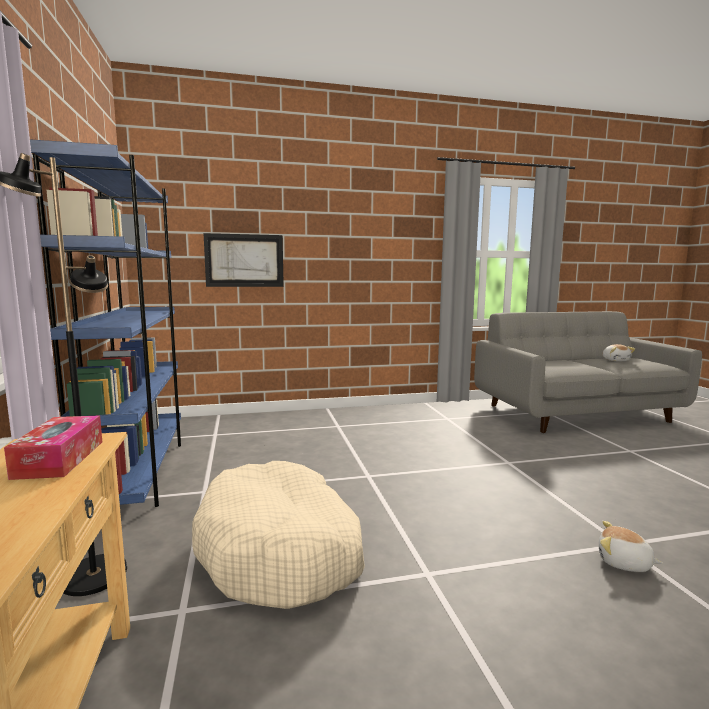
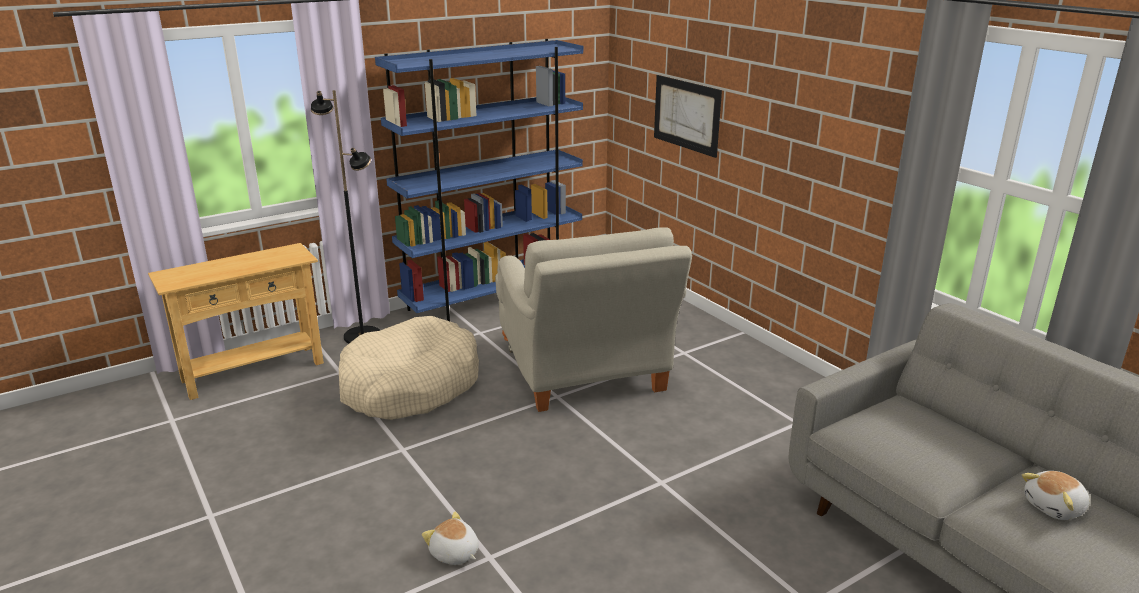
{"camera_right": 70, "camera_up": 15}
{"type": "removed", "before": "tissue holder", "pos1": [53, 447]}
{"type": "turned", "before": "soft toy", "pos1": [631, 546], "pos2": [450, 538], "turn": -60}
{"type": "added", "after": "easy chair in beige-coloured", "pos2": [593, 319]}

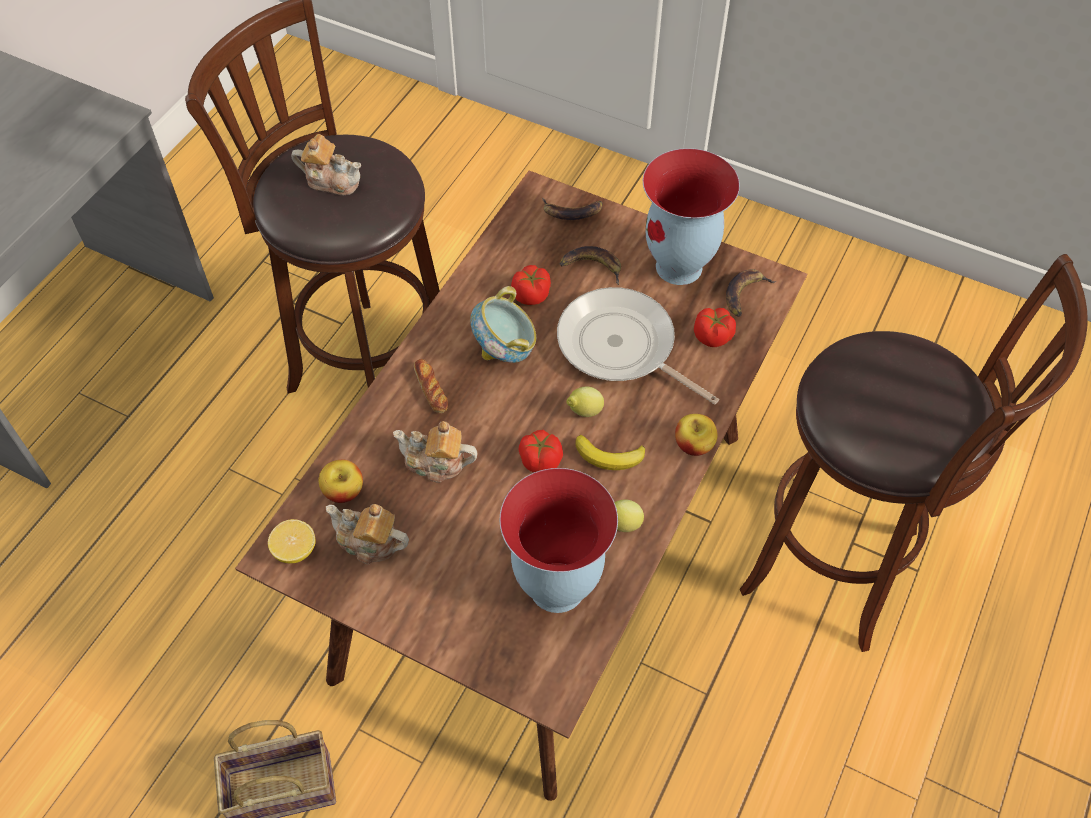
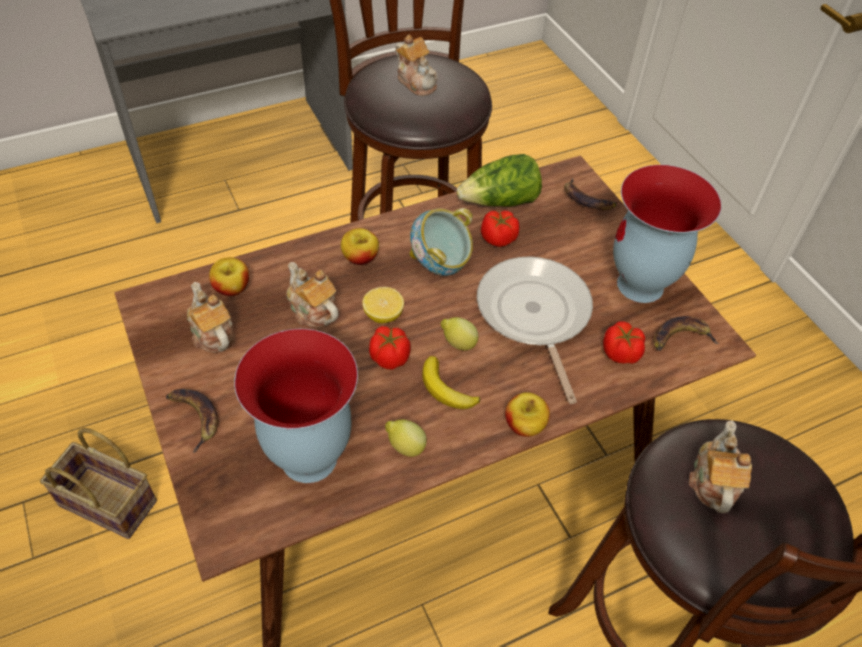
{"camera_right": 35, "camera_up": -5}
{"type": "moved", "before": "banana fruit", "pos1": [590, 265], "pos2": [192, 421]}
{"type": "replaced", "before": "bread", "after": "apple", "pos1": [431, 386], "pos2": [360, 246]}
{"type": "moved", "before": "lemon", "pos1": [292, 541], "pos2": [383, 305]}
{"type": "added", "after": "lettuce head", "pos2": [499, 180]}
{"type": "added", "after": "tea pot", "pos2": [720, 466]}

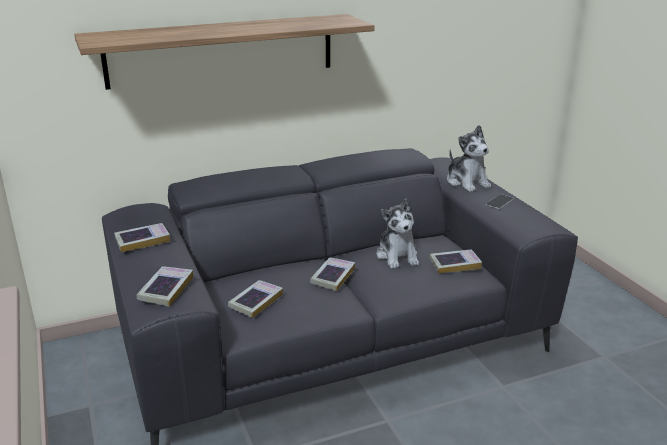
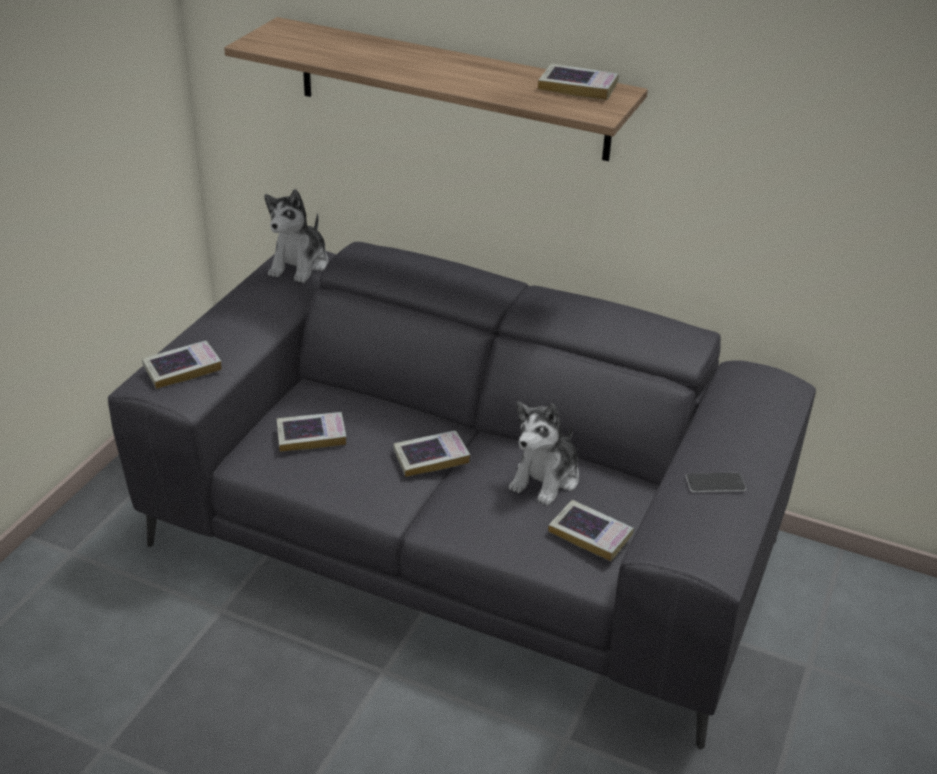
{"camera_right": 45, "camera_up": 10}
{"type": "moved", "before": "soft toy", "pos1": [469, 158], "pos2": [297, 236]}
{"type": "moved", "before": "bound book", "pos1": [142, 237], "pos2": [578, 81]}

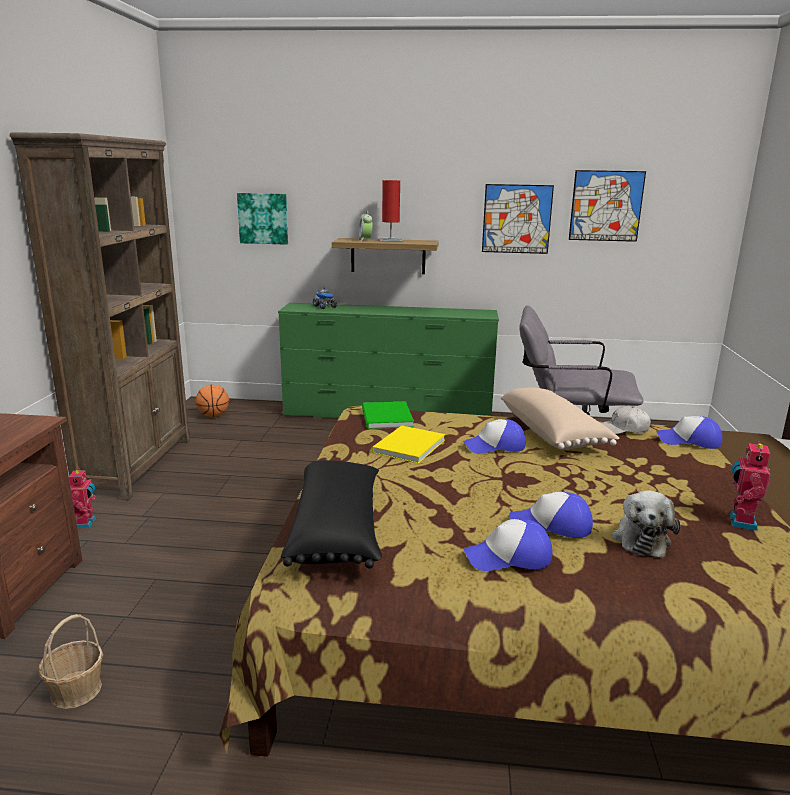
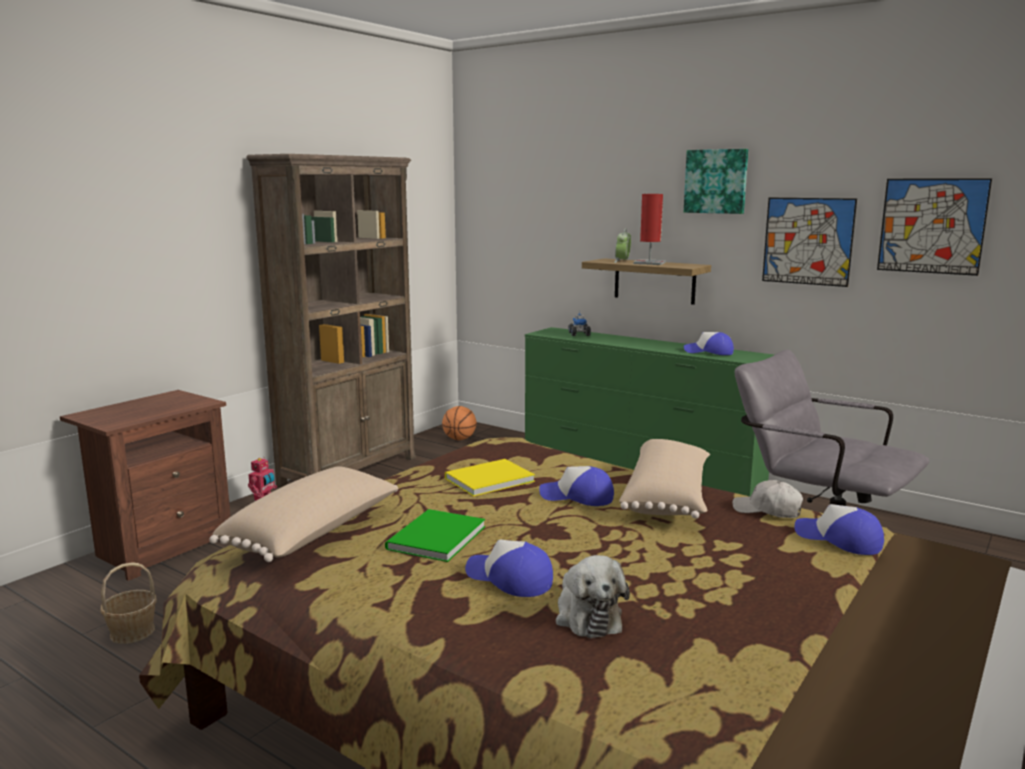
{"camera_right": 30, "camera_up": -5}
{"type": "moved", "before": "wall picture", "pos1": [262, 219], "pos2": [716, 181]}
{"type": "moved", "before": "bound book in green", "pos1": [388, 415], "pos2": [435, 535]}
{"type": "removed", "before": "robot figure", "pos1": [749, 486]}
{"type": "recoloured", "before": "cushion in black-coloured", "after": "cushion in beige-coloured", "pos1": [331, 514], "pos2": [304, 514]}
{"type": "turned", "before": "soft toy", "pos1": [646, 524], "pos2": [593, 596], "turn": -60}
{"type": "moved", "before": "cap", "pos1": [508, 545], "pos2": [709, 343]}

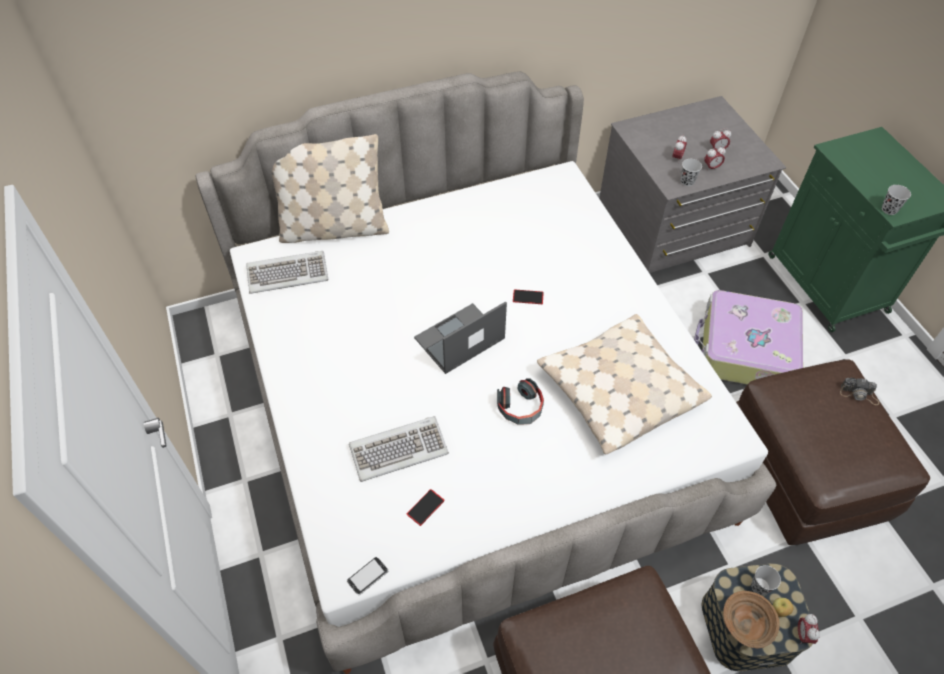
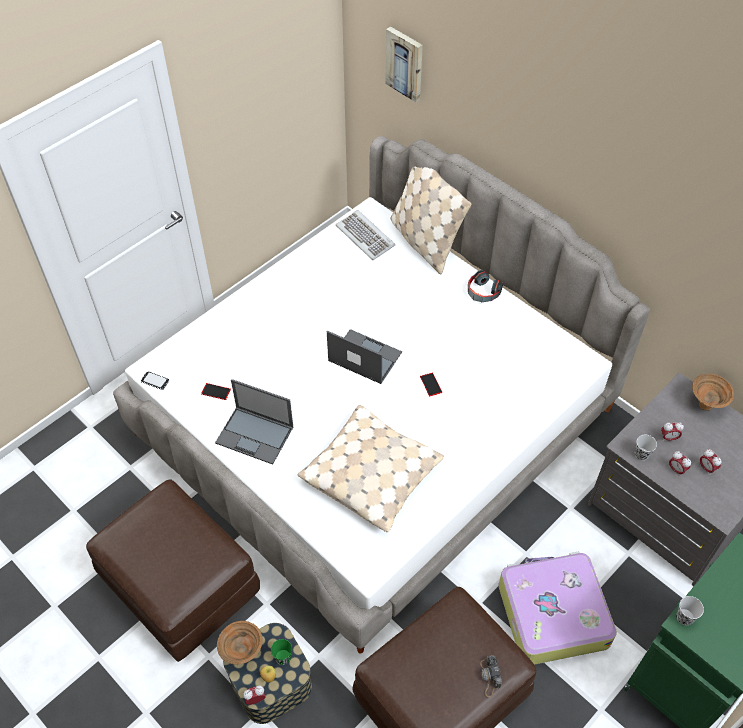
{"camera_right": 65, "camera_up": 0}
{"type": "moved", "before": "headphones", "pos1": [520, 401], "pos2": [485, 286]}
{"type": "removed", "before": "PC keyboard", "pos1": [399, 449]}
{"type": "recoloured", "before": "drinking cup in black-coloured", "after": "drinking cup in green", "pos1": [766, 580], "pos2": [281, 652]}
{"type": "added", "after": "wall picture", "pos2": [404, 64]}
{"type": "added", "after": "bowl in brown", "pos2": [713, 392]}
{"type": "added", "after": "laptop", "pos2": [254, 422]}

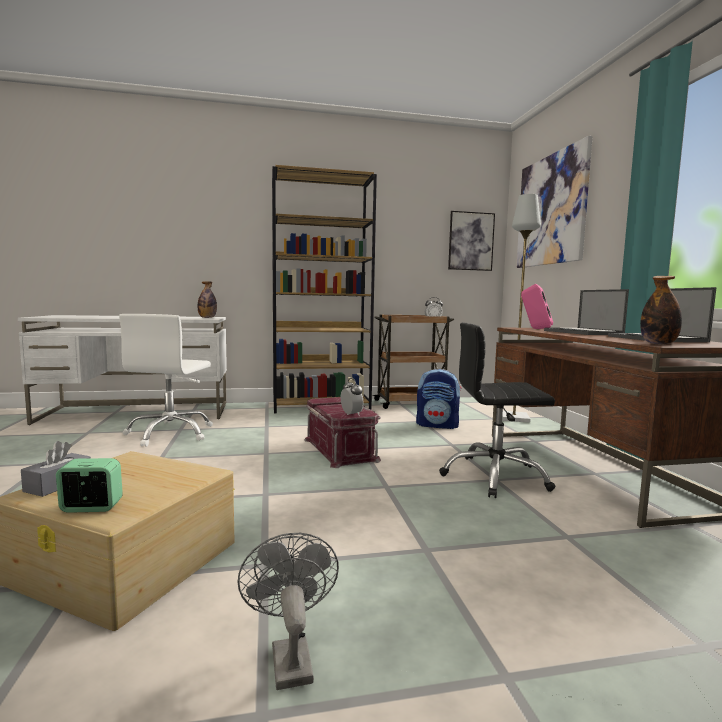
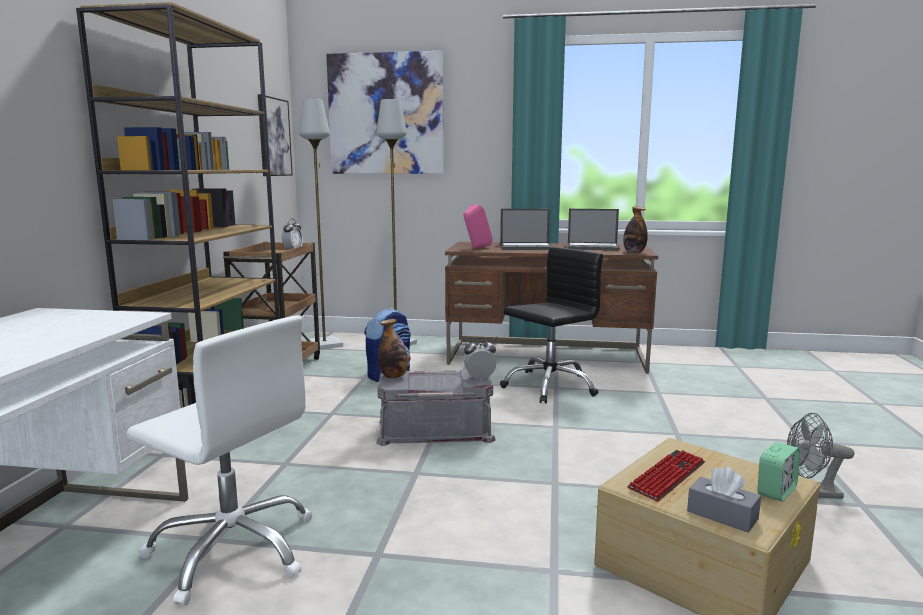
{"camera_right": -70, "camera_up": 5}
{"type": "moved", "before": "drink bottle", "pos1": [207, 299], "pos2": [393, 348]}
{"type": "turned", "before": "desk chair in black-coloured", "pos1": [497, 410], "pos2": [551, 325], "turn": -150}
{"type": "recoloured", "before": "storage container in reddish", "after": "storage container in grey", "pos1": [342, 432], "pos2": [436, 408]}
{"type": "turned", "before": "alarm clock", "pos1": [89, 485], "pos2": [779, 472], "turn": -150}
{"type": "added", "after": "standing lamp in grey", "pos2": [321, 224]}
{"type": "added", "after": "PC keyboard", "pos2": [666, 476]}

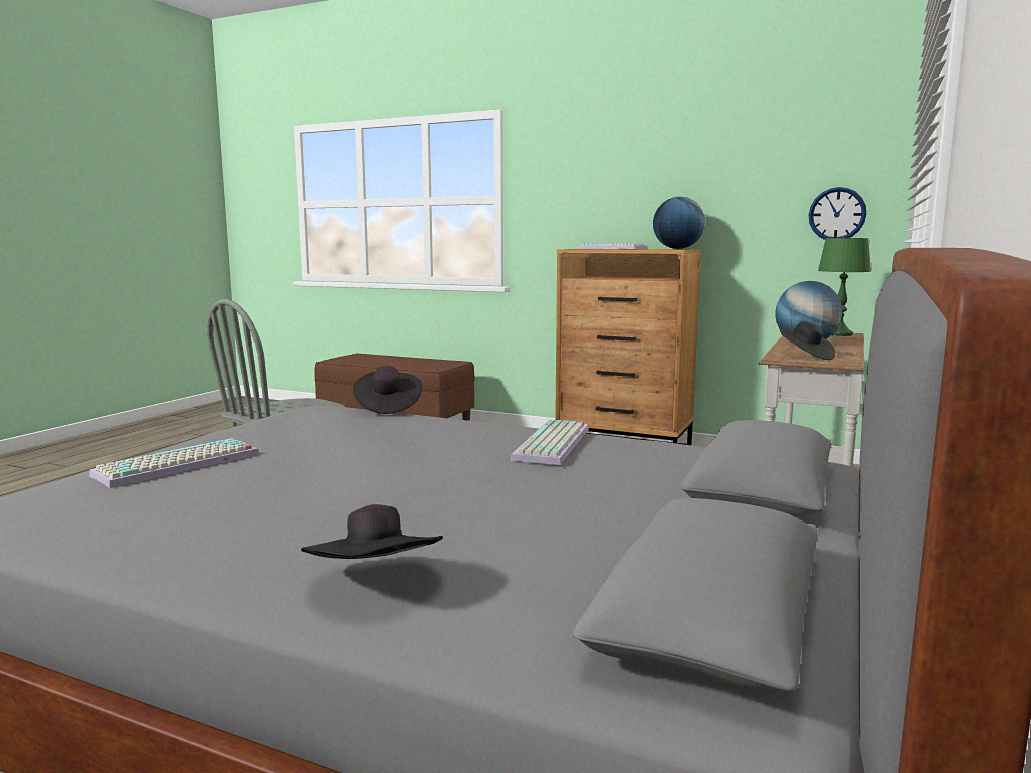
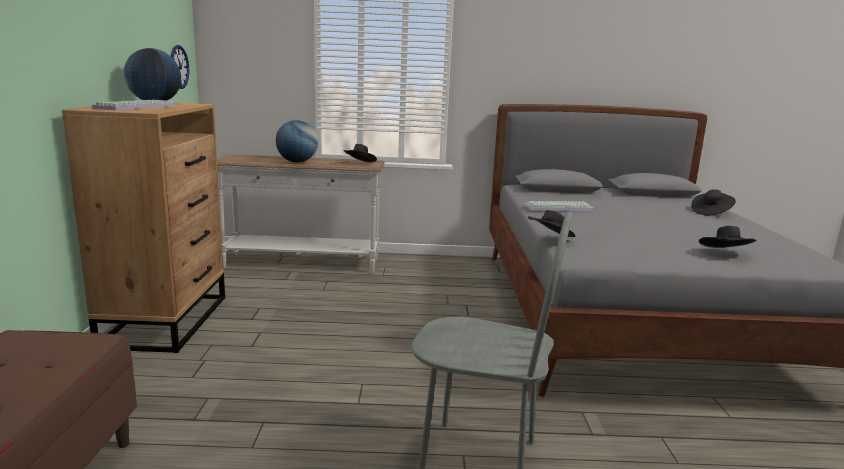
{"camera_right": -115, "camera_up": 5}
{"type": "removed", "before": "lamp for a table in green", "pos1": [844, 287]}
{"type": "replaced", "before": "PC keyboard", "after": "wearable hat in black-coloured", "pos1": [174, 463], "pos2": [728, 237]}

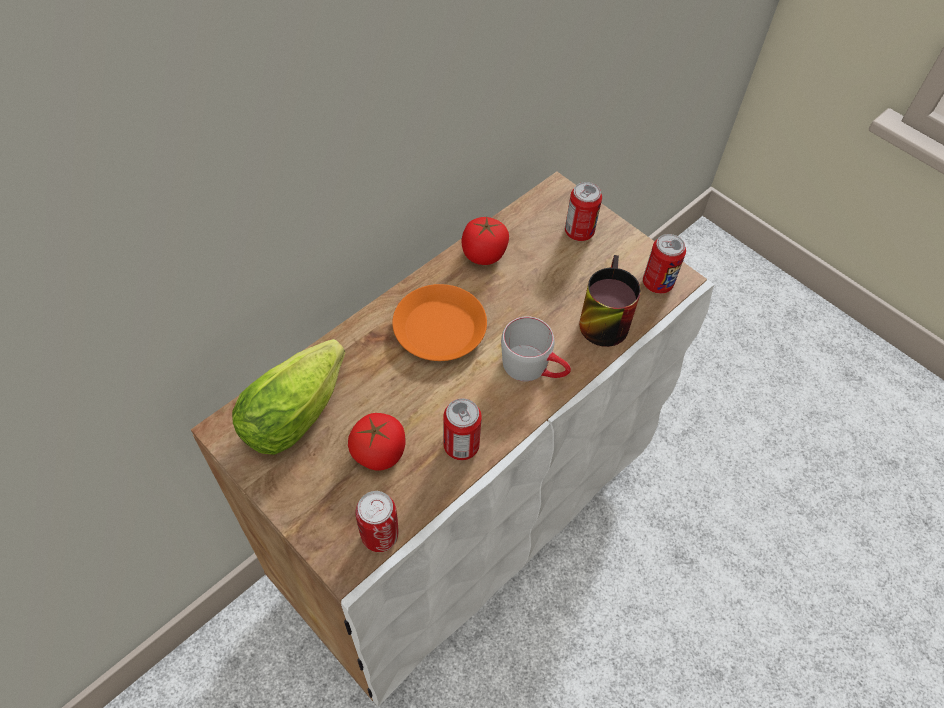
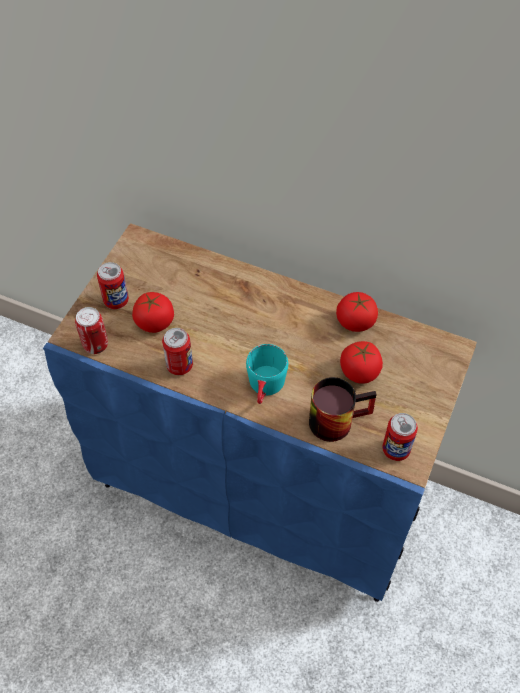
{"camera_right": 70, "camera_up": 0}
{"type": "recoloured", "before": "cabinet in white-coloured", "after": "cabinet in blue", "pos1": [452, 439], "pos2": [260, 412]}
{"type": "moved", "before": "metal can", "pos1": [583, 211], "pos2": [113, 285]}
{"type": "removed", "before": "plate in orangey", "pos1": [439, 322]}
{"type": "recoloured", "before": "tea mug in grey", "after": "tea mug in turquoise", "pos1": [536, 349], "pos2": [267, 374]}
{"type": "removed", "before": "lettuce head", "pos1": [288, 397]}
{"type": "added", "after": "fresh tomato", "pos2": [361, 362]}

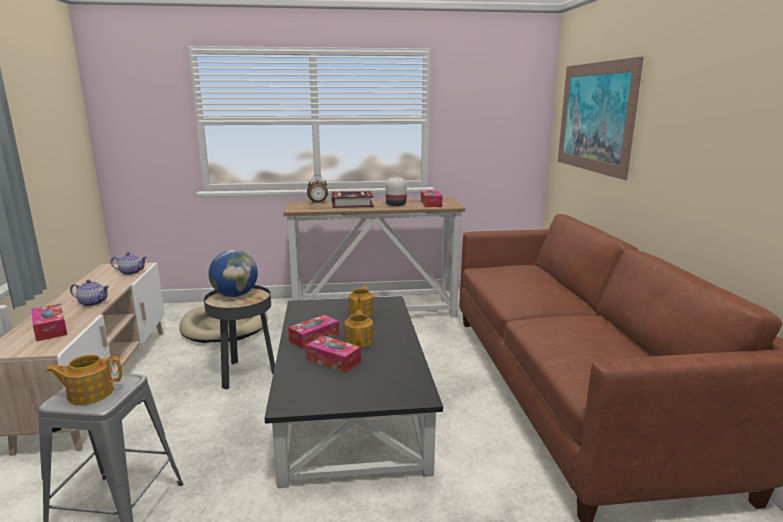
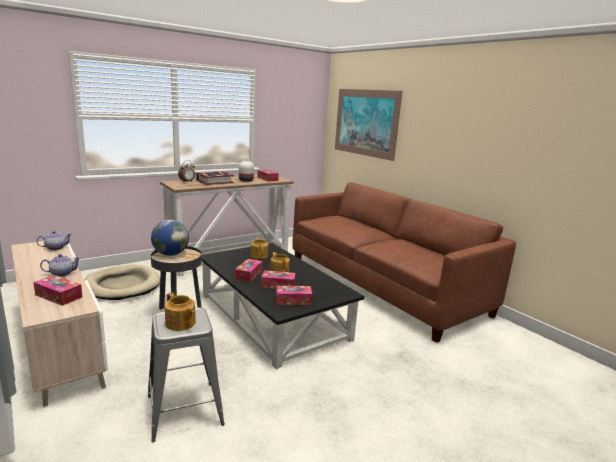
{"camera_right": -30, "camera_up": 0}
{"type": "turned", "before": "tea pot", "pos1": [84, 380], "pos2": [180, 311], "turn": -90}
{"type": "added", "after": "tissue holder", "pos2": [294, 295]}

